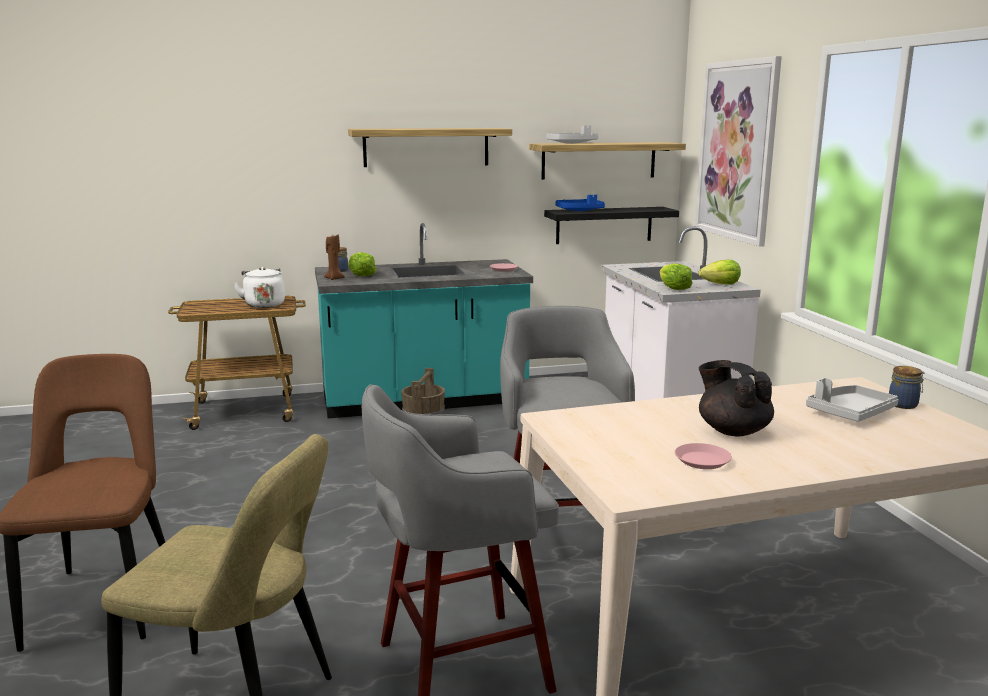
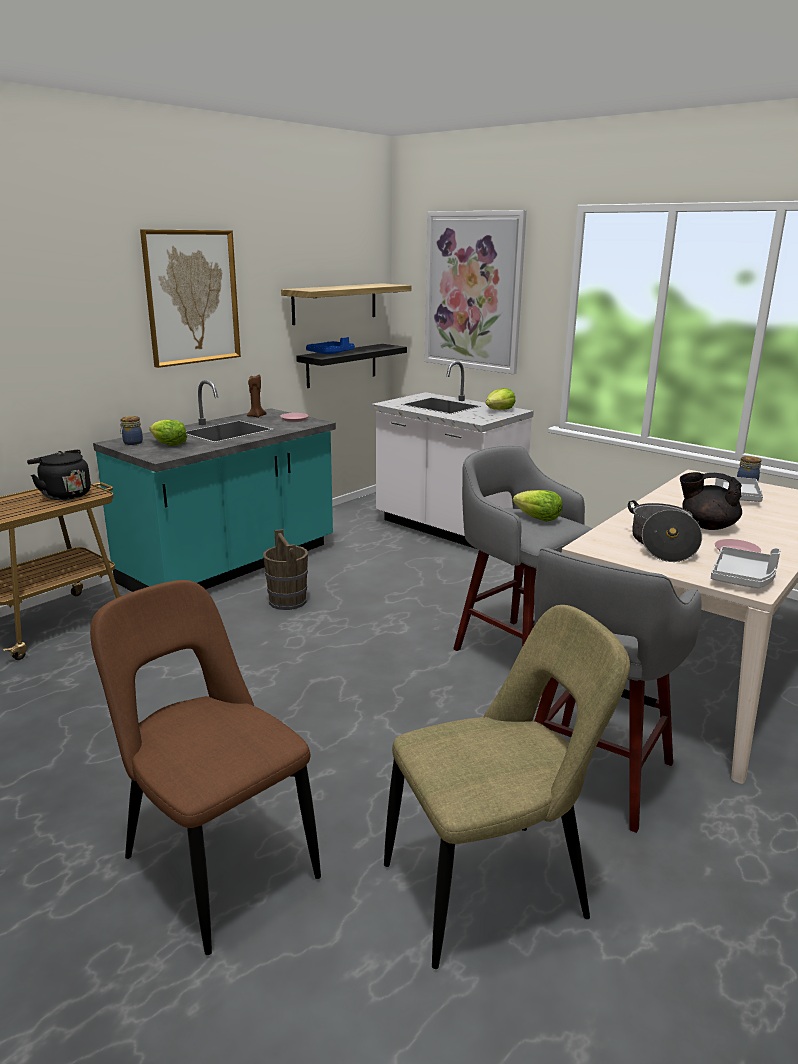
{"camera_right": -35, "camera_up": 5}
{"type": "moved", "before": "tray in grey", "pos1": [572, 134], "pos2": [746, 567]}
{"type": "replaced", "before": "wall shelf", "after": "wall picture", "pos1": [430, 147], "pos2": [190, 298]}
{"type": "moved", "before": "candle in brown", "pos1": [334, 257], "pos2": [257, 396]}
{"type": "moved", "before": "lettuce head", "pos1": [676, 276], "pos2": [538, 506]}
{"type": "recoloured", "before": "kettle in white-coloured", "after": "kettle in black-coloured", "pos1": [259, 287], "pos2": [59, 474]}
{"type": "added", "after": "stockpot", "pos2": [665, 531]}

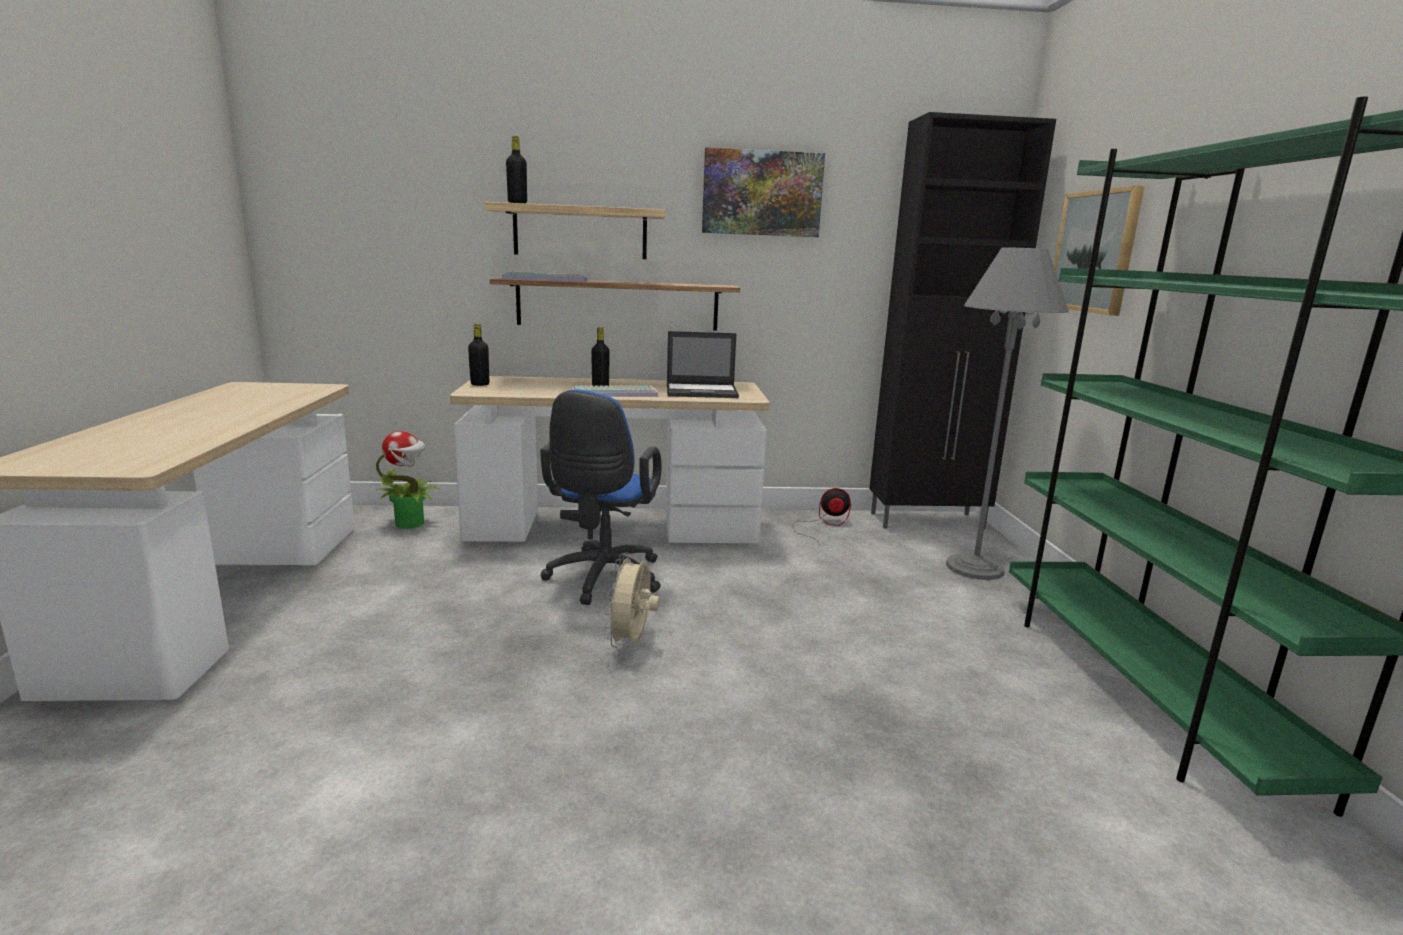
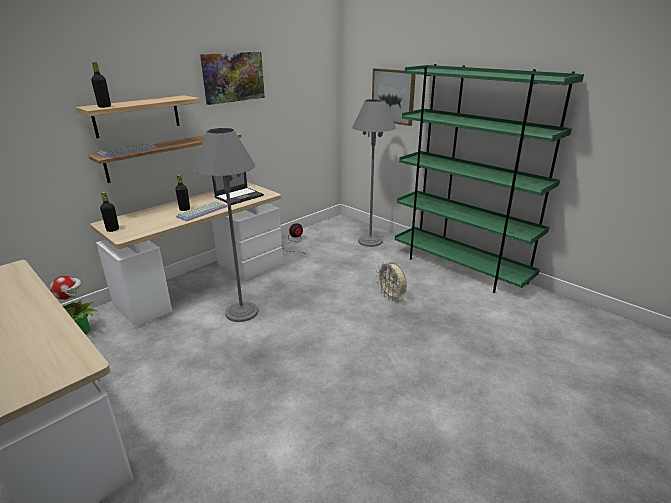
{"camera_right": -40, "camera_up": 10}
{"type": "removed", "before": "cabinet in black-coloured", "pos1": [962, 320]}
{"type": "replaced", "before": "desk chair in blue", "after": "standing lamp in grey", "pos1": [600, 497], "pos2": [226, 225]}
{"type": "moved", "before": "fan in beige-coloured", "pos1": [632, 600], "pos2": [391, 281]}

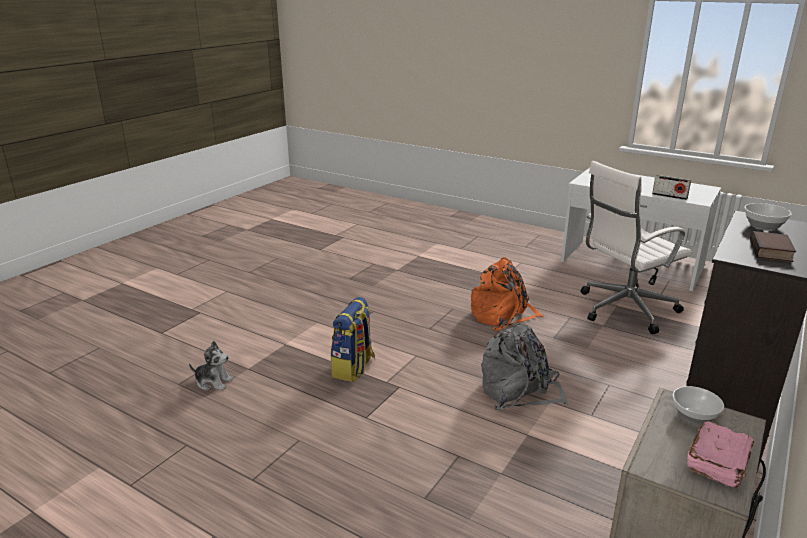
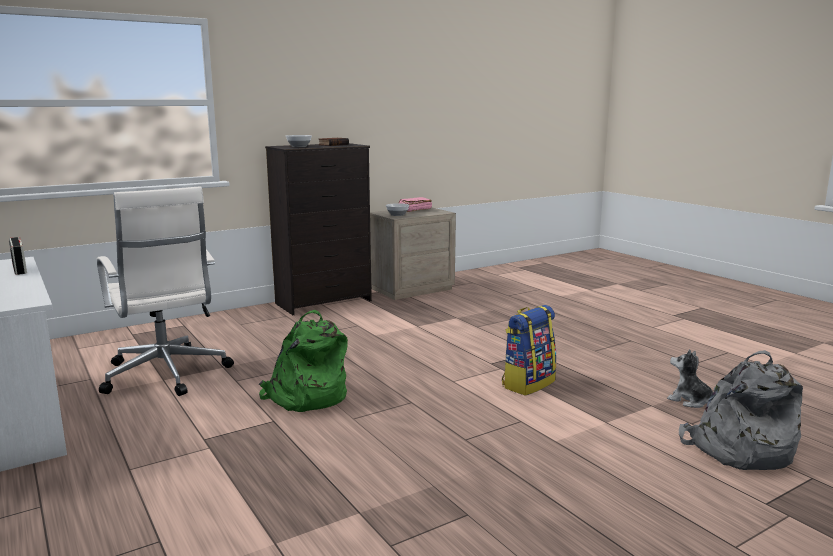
{"camera_right": -155, "camera_up": -10}
{"type": "turned", "before": "desk chair in white-coloured", "pos1": [636, 247], "pos2": [165, 291], "turn": 60}
{"type": "recoloured", "before": "backpack in orangey", "after": "backpack in green", "pos1": [507, 294], "pos2": [303, 361]}
{"type": "moved", "before": "backpack in grey", "pos1": [524, 366], "pos2": [741, 410]}

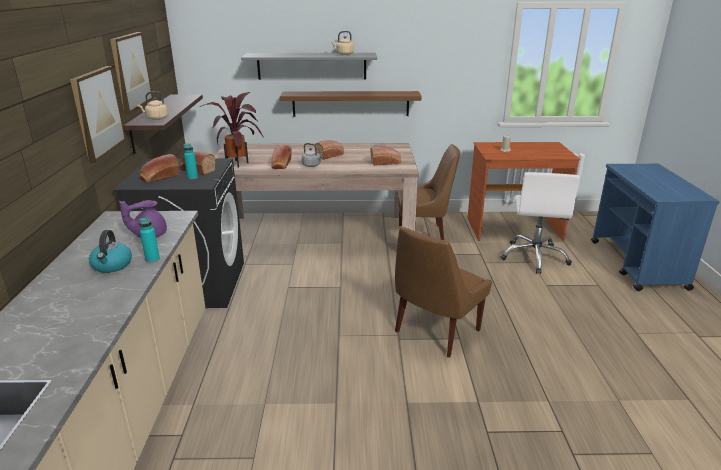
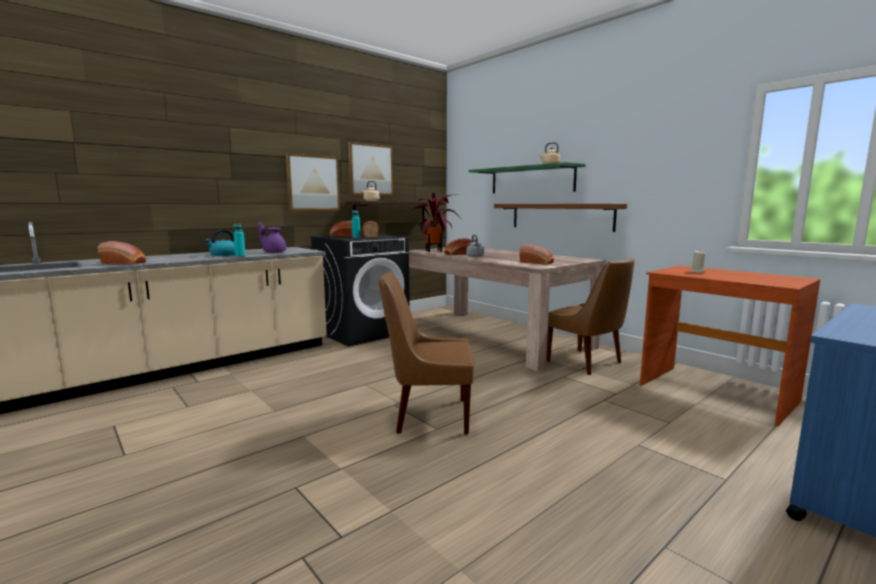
{"camera_right": 50, "camera_up": -15}
{"type": "recoloured", "before": "wall shelf in grey", "after": "wall shelf in green", "pos1": [309, 66], "pos2": [527, 178]}
{"type": "moved", "before": "bread", "pos1": [329, 150], "pos2": [122, 253]}
{"type": "removed", "before": "desk chair in white-coloured", "pos1": [540, 223]}

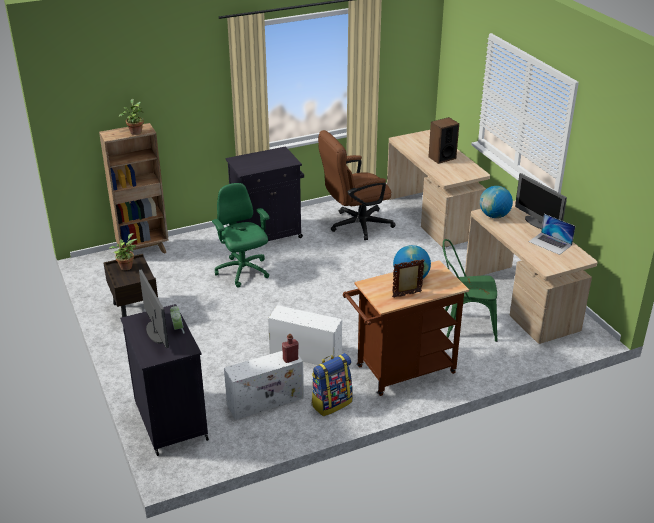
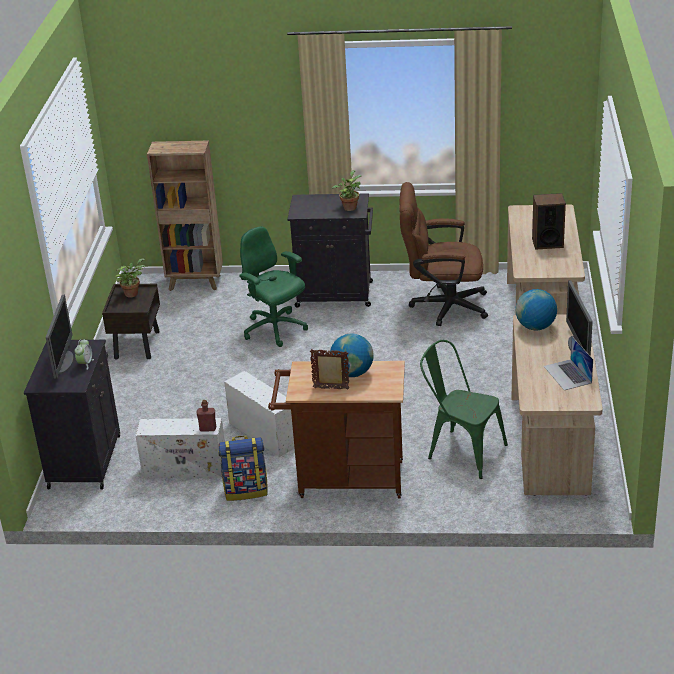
{"camera_right": 30, "camera_up": 0}
{"type": "moved", "before": "plant in a pot", "pos1": [131, 117], "pos2": [346, 190]}
{"type": "turned", "before": "desk chair in green", "pos1": [240, 235], "pos2": [273, 287], "turn": -45}

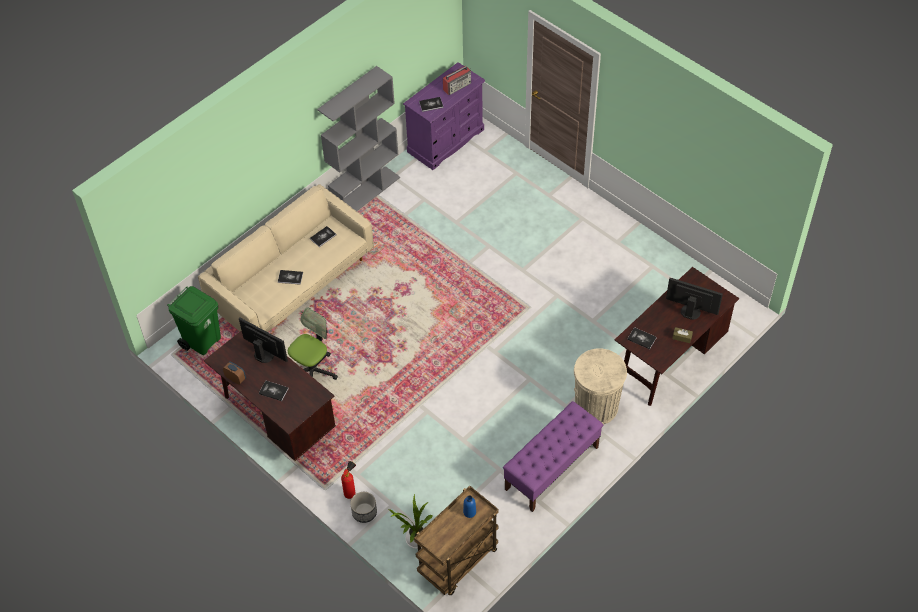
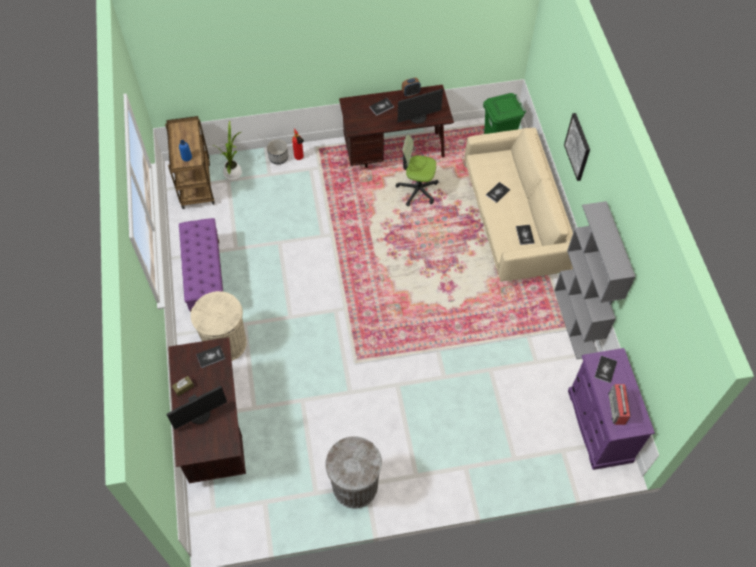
{"camera_right": 125, "camera_up": 5}
{"type": "turned", "before": "desk chair", "pos1": [313, 343], "pos2": [417, 171], "turn": 120}
{"type": "added", "after": "wall picture", "pos2": [577, 147]}
{"type": "added", "after": "trash can in grey", "pos2": [353, 472]}

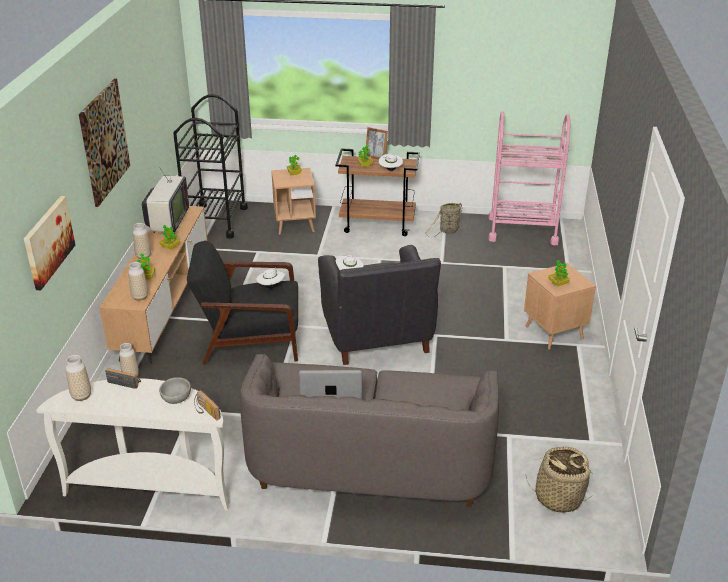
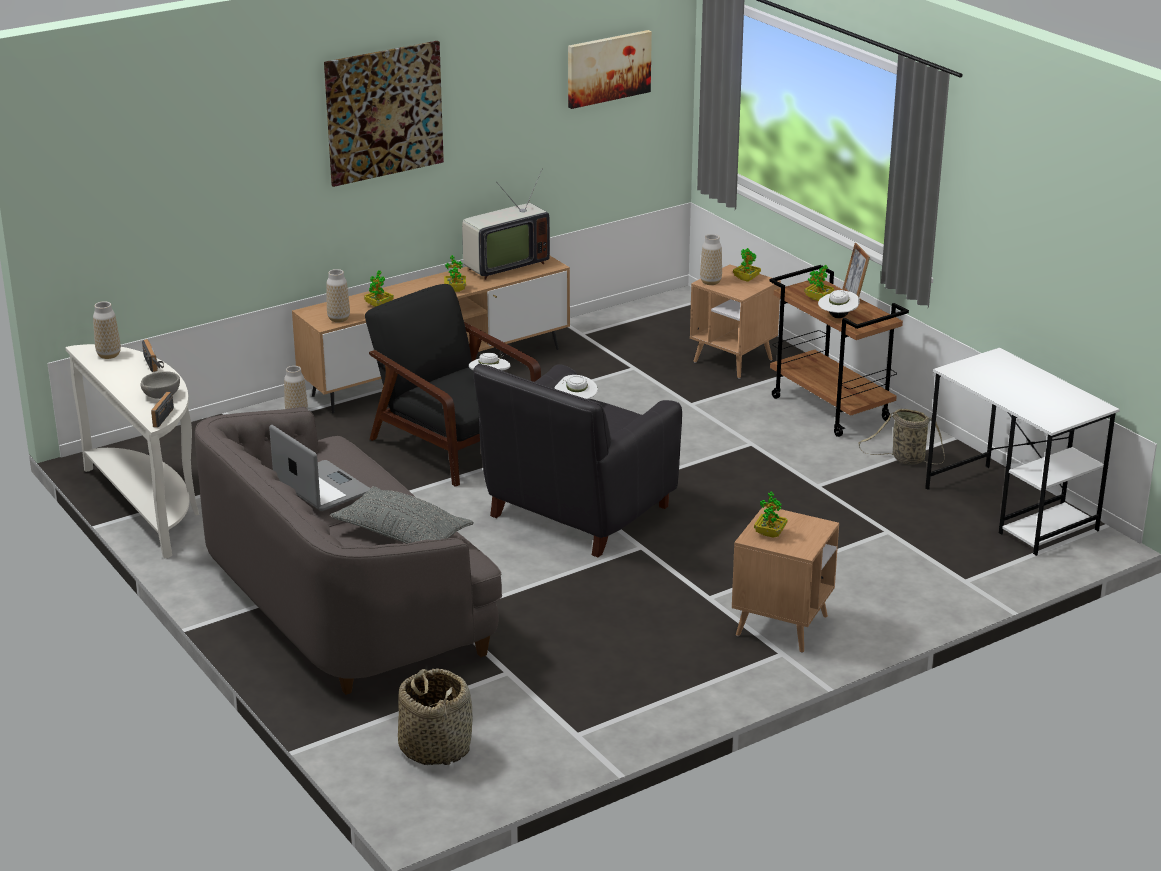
{"camera_right": 50, "camera_up": -5}
{"type": "removed", "before": "trolley in black-coloured", "pos1": [210, 166]}
{"type": "replaced", "before": "trolley in pink", "after": "desk unit in white-coloured", "pos1": [529, 178], "pos2": [1022, 452]}
{"type": "moved", "before": "wall picture", "pos1": [49, 243], "pos2": [610, 69]}
{"type": "moved", "before": "vase", "pos1": [142, 241], "pos2": [711, 259]}
{"type": "added", "after": "cushion in grey", "pos2": [402, 515]}

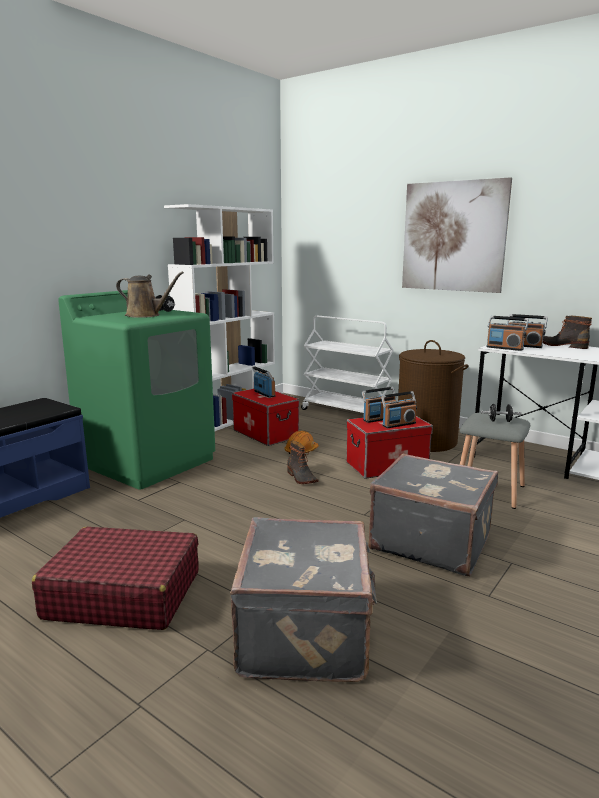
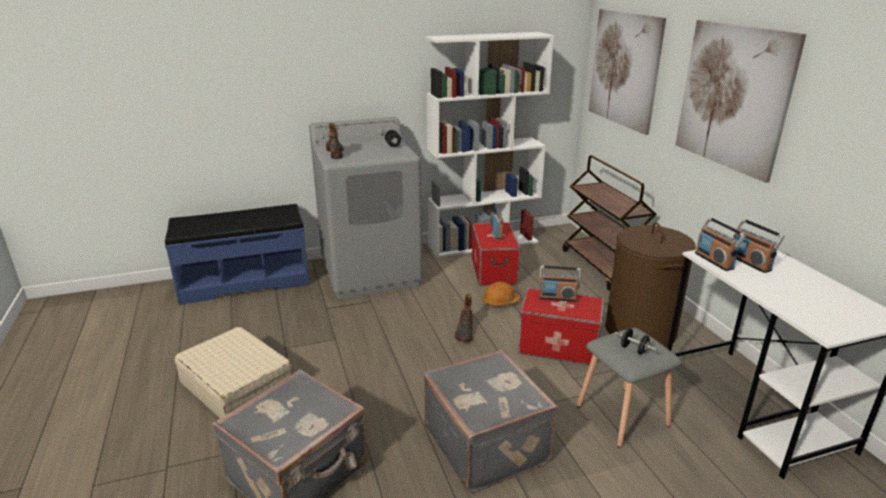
{"camera_right": 35, "camera_up": 10}
{"type": "removed", "before": "watering can in brown", "pos1": [150, 294]}
{"type": "recoloured", "before": "laundry machine in green", "after": "laundry machine in grey", "pos1": [136, 390], "pos2": [366, 208]}
{"type": "recoloured", "before": "trolley in white-coloured", "after": "trolley in brown", "pos1": [347, 364], "pos2": [609, 222]}
{"type": "moved", "before": "boot", "pos1": [567, 332], "pos2": [335, 141]}
{"type": "removed", "before": "radio", "pos1": [399, 409]}
{"type": "recoloured", "before": "piece of luggage in reddish", "after": "piece of luggage in beige-coloured", "pos1": [115, 578], "pos2": [233, 372]}
{"type": "added", "after": "wall picture", "pos2": [627, 72]}

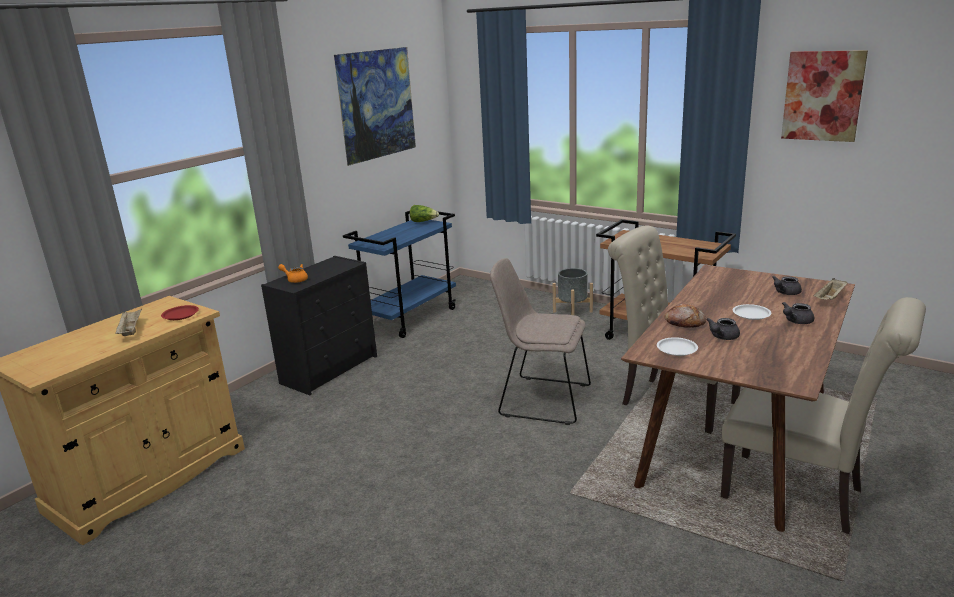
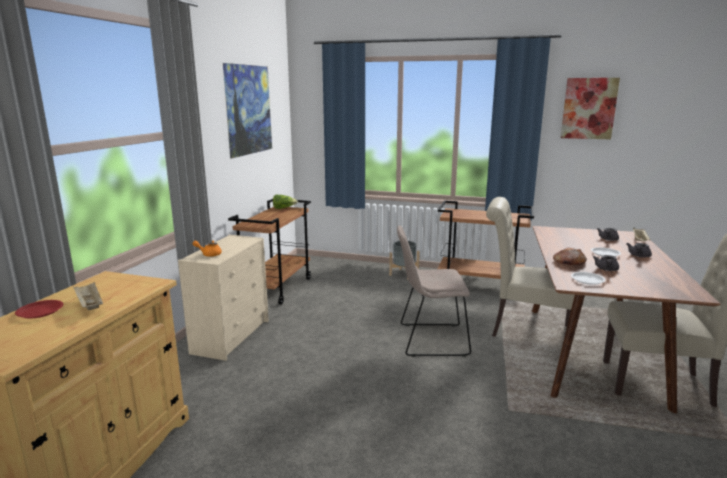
{"camera_right": -20, "camera_up": -5}
{"type": "recoloured", "before": "trolley in blue", "after": "trolley in brown", "pos1": [399, 274], "pos2": [269, 252]}
{"type": "recoloured", "before": "drawer chest in black-coloured", "after": "drawer chest in beige-coloured", "pos1": [319, 325], "pos2": [223, 298]}
{"type": "moved", "before": "plate in reddish", "pos1": [180, 312], "pos2": [39, 309]}

